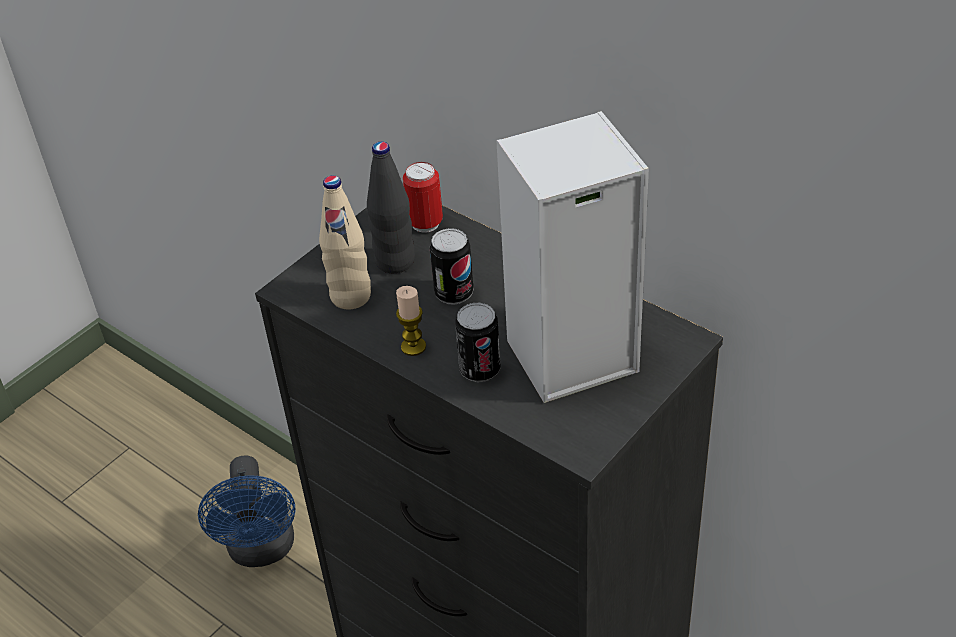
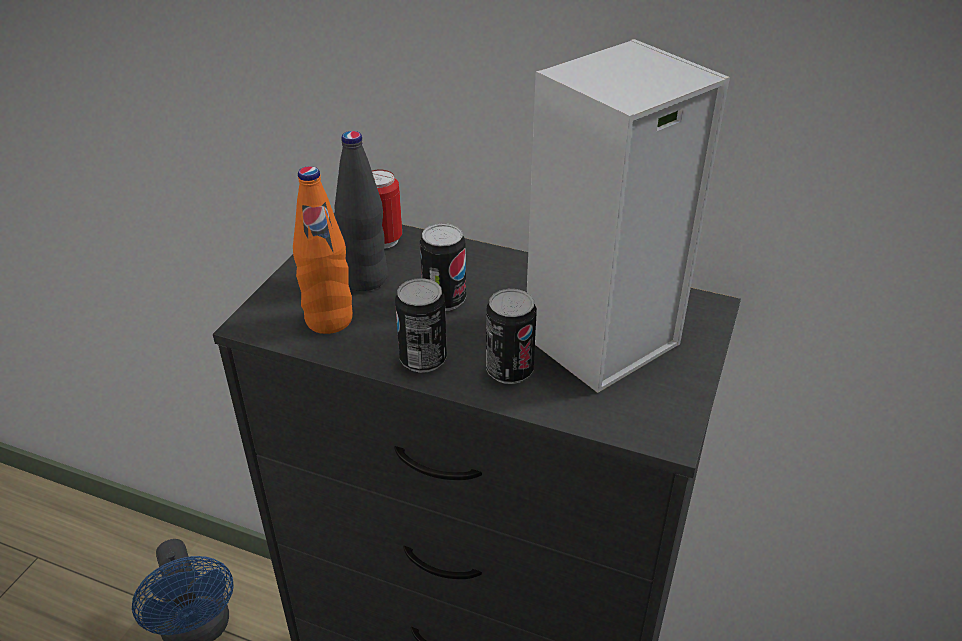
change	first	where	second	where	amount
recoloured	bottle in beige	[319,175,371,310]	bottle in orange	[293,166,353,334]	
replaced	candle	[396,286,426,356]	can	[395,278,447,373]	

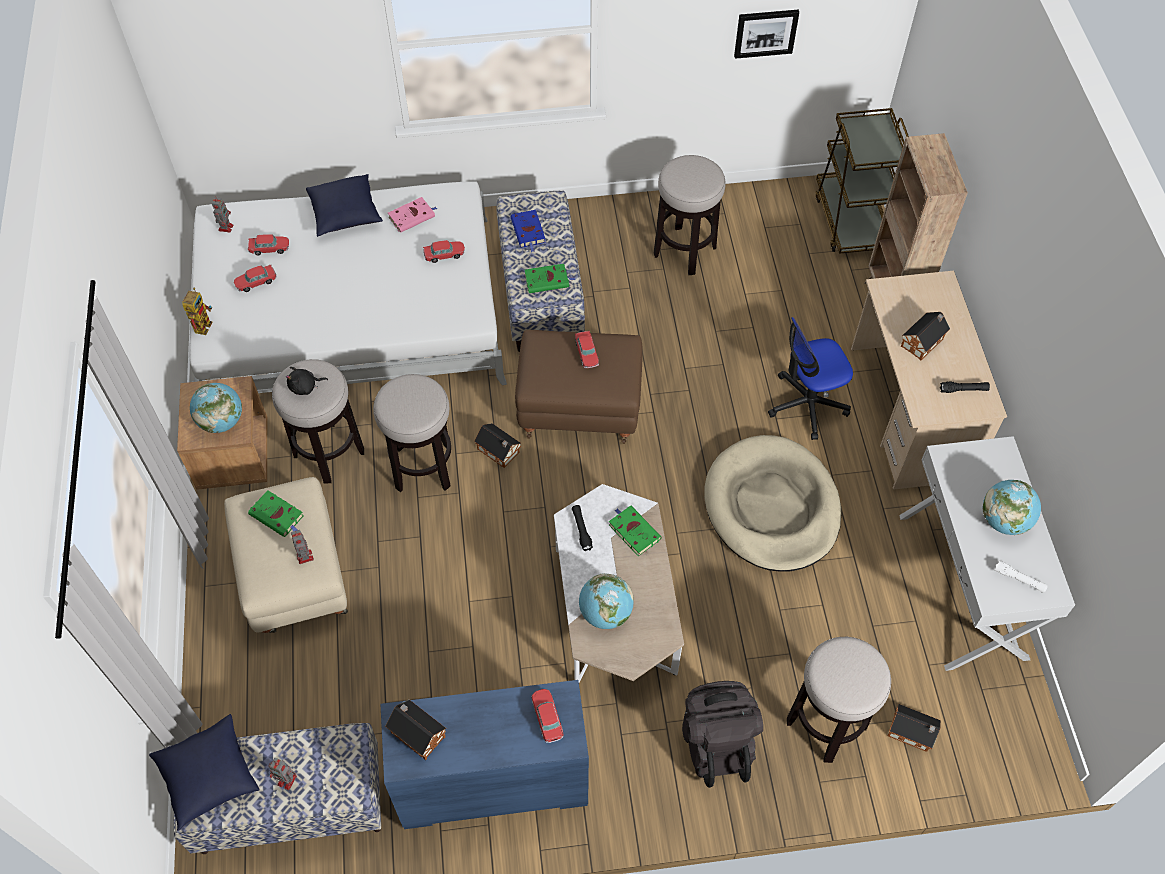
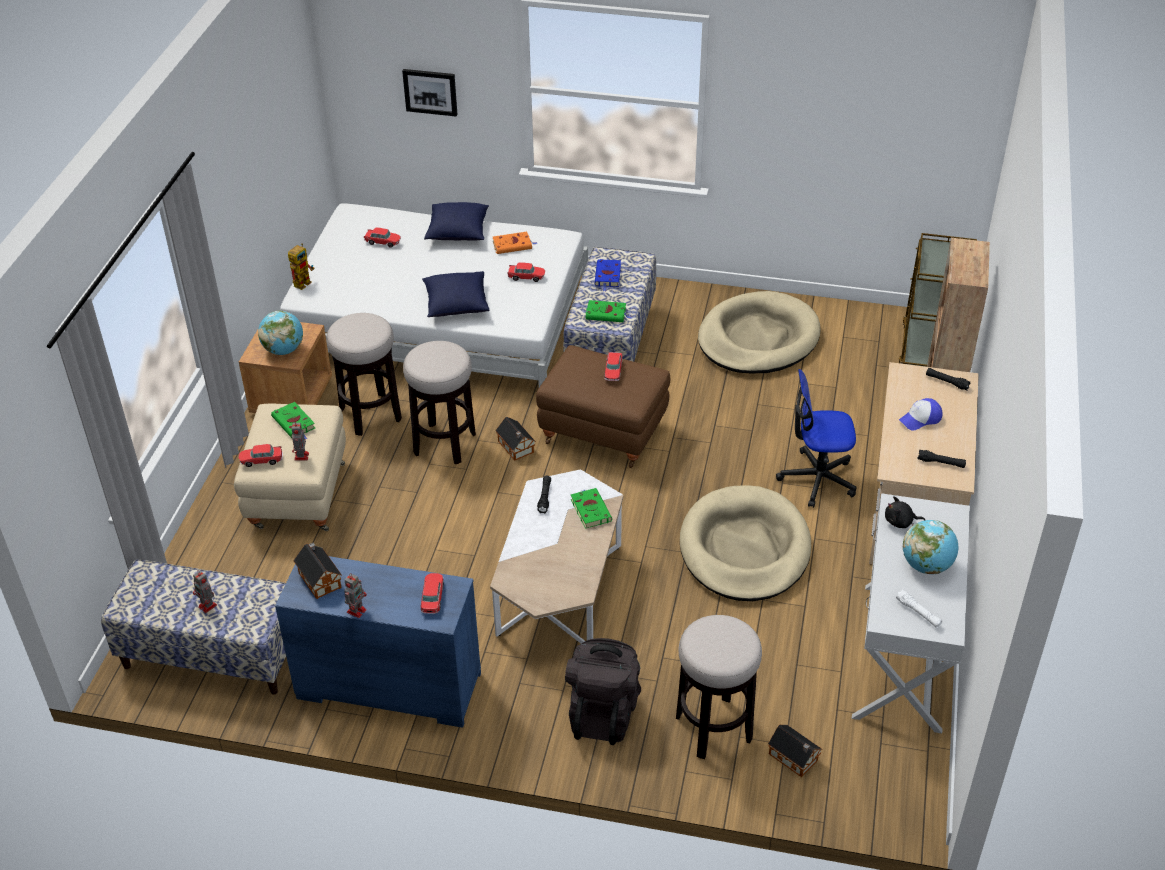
change	first	where	second	where	amount
moved	pillow in blue	[149,714,259,831]		[422,271,490,317]	
moved	toy robot	[212,197,233,233]		[344,573,367,618]	
moved	toy car	[234,265,277,292]		[239,444,283,467]	
moved	plush toy in black	[286,367,328,395]		[885,496,925,528]	
recoloured	book in pink	[388,197,438,233]	book in orange	[493,232,537,254]	
removed	globe	[579,573,634,629]			
replaced	stool	[654,155,725,275]	dog bed in beige	[698,291,821,373]	
moved	picture	[734,10,799,59]		[402,69,458,117]	
replaced	toy house	[901,312,950,360]	cap	[899,398,943,431]	
added			flashlight in black	[926,368,971,390]	

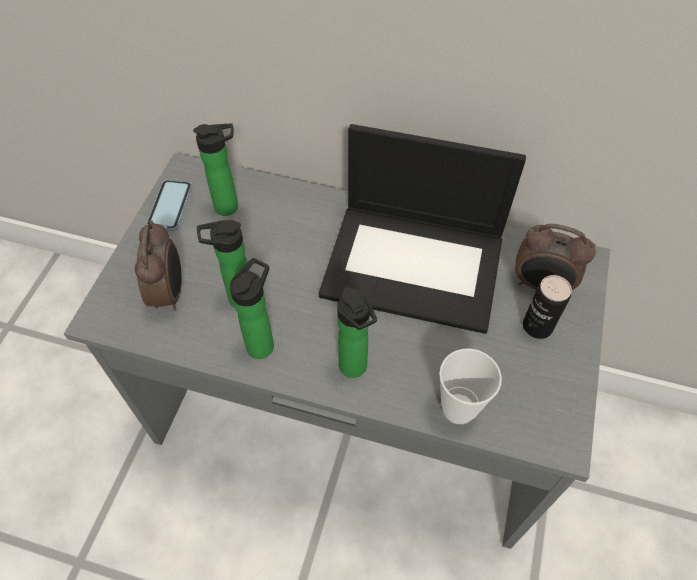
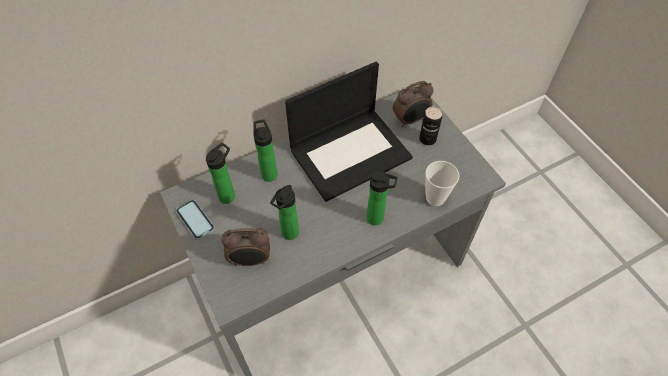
change	first	where	second	where	amount
turned	alarm clock	[135,220,181,310]		[222,228,270,266]	135 degrees clockwise
moved	bottle	[230,258,274,359]		[253,120,277,182]	

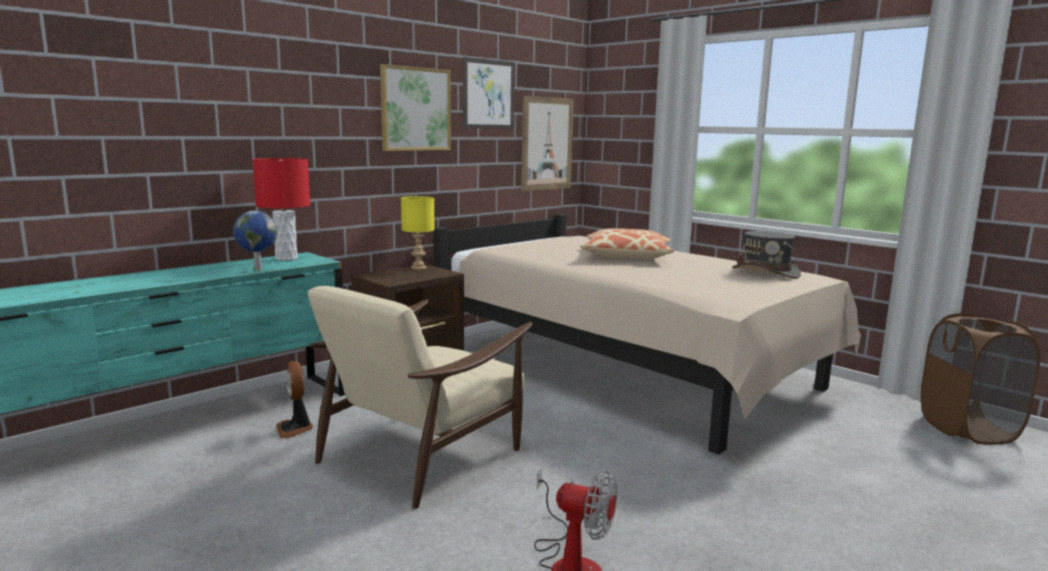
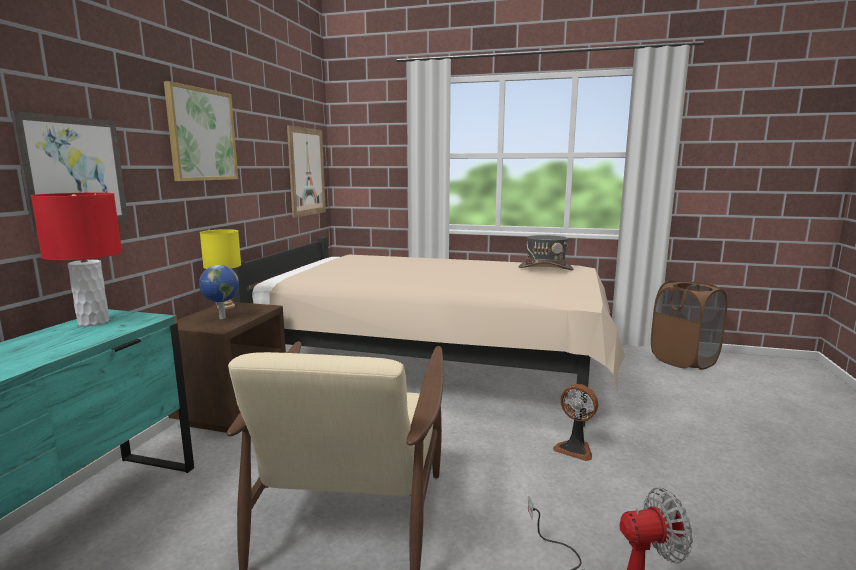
change	first	where	second	where	amount
moved	globe	[233,211,277,271]		[199,265,239,319]	
moved	fan	[276,361,313,438]		[553,384,598,461]	
moved	picture	[463,57,515,129]		[11,111,128,231]	
removed	pillow	[580,228,674,259]			

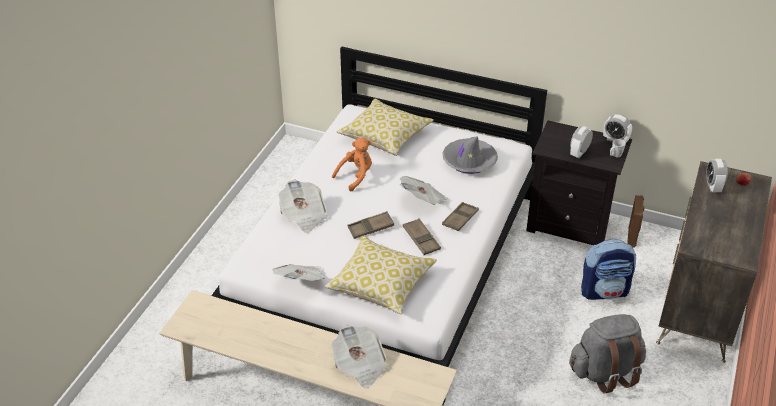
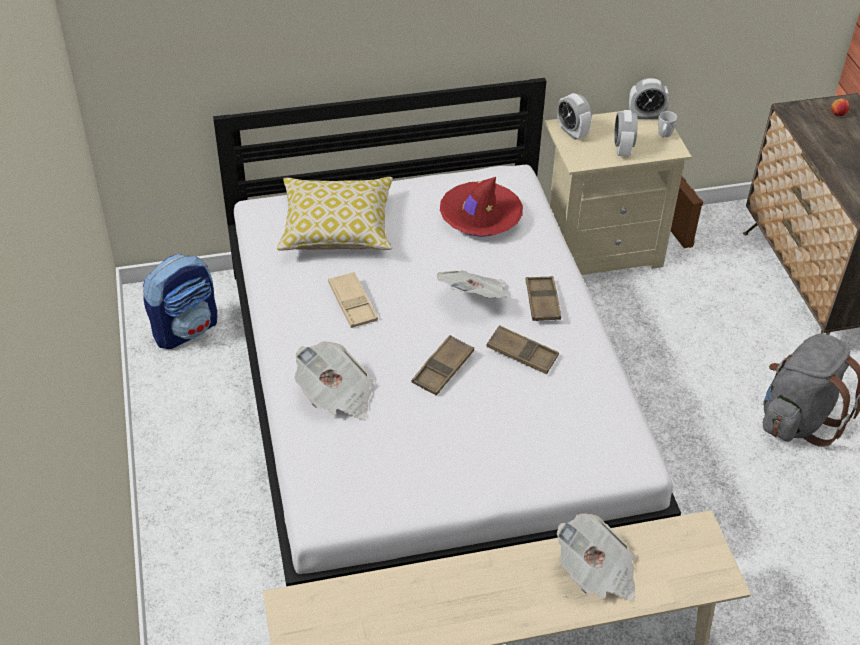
change	first	where	second	where	amount
removed	newspaper	[272,264,325,281]			
removed	pillow	[324,236,437,314]			
replaced	plush toy in orange	[332,137,372,192]	tray in beige	[328,272,378,328]	
recoloured	hat in grey	[442,136,498,174]	hat in red	[440,177,523,237]	
recoloured	nightstand in black	[526,121,632,245]	nightstand in beige	[545,111,692,275]	
moved	backpack	[581,239,636,300]		[143,254,217,349]	
moved	alarm clock	[706,159,728,192]		[557,93,592,140]	

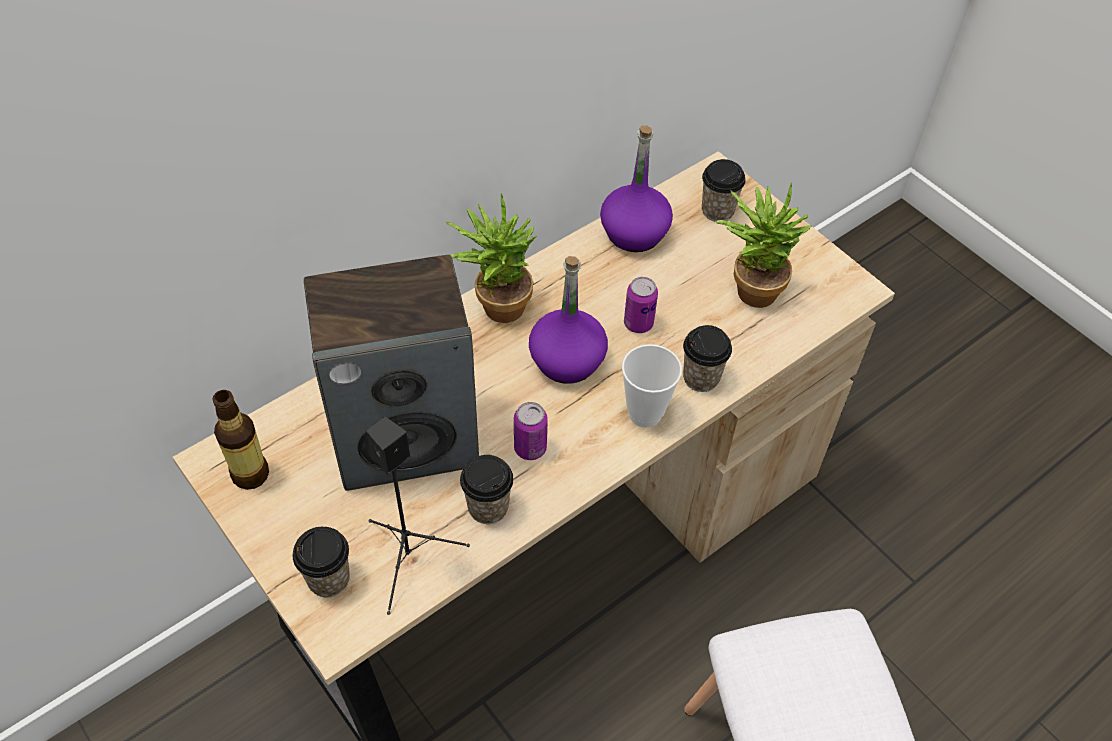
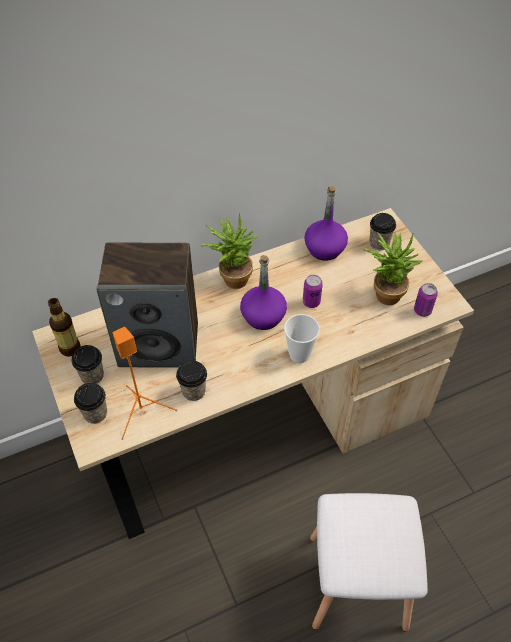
change	first	where	second	where	amount
recoloured	speaker in black	[366,416,470,615]	speaker in orange	[113,327,178,440]	
moved	can	[514,402,548,460]		[414,283,438,317]	
moved	cup	[683,325,732,392]		[71,345,104,384]	

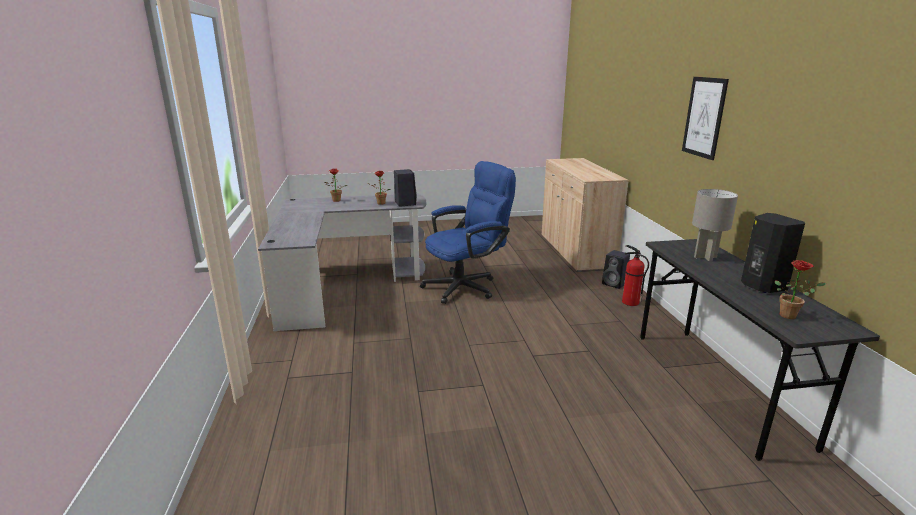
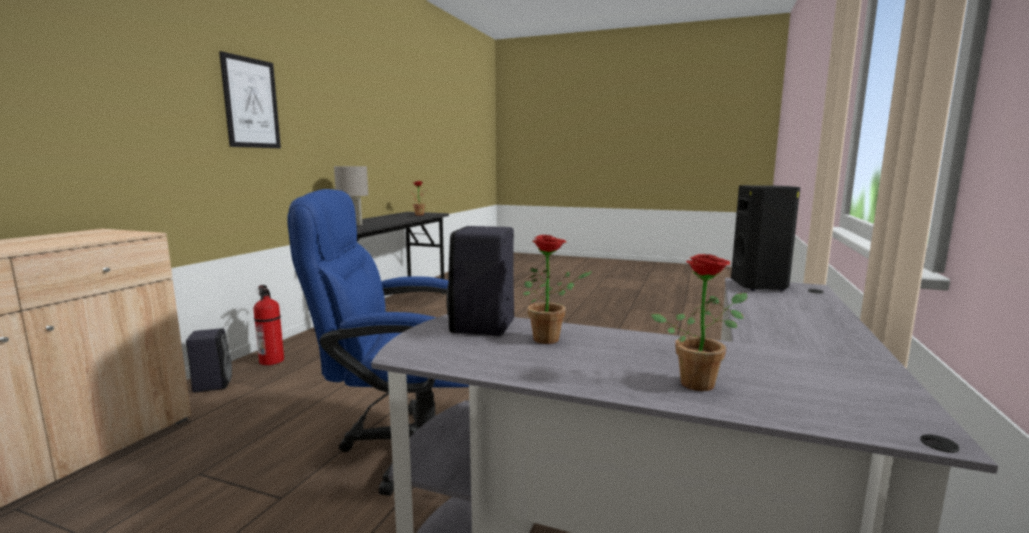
change	first	where	second	where	amount
moved	speaker in black	[741,213,805,293]		[731,185,800,291]	

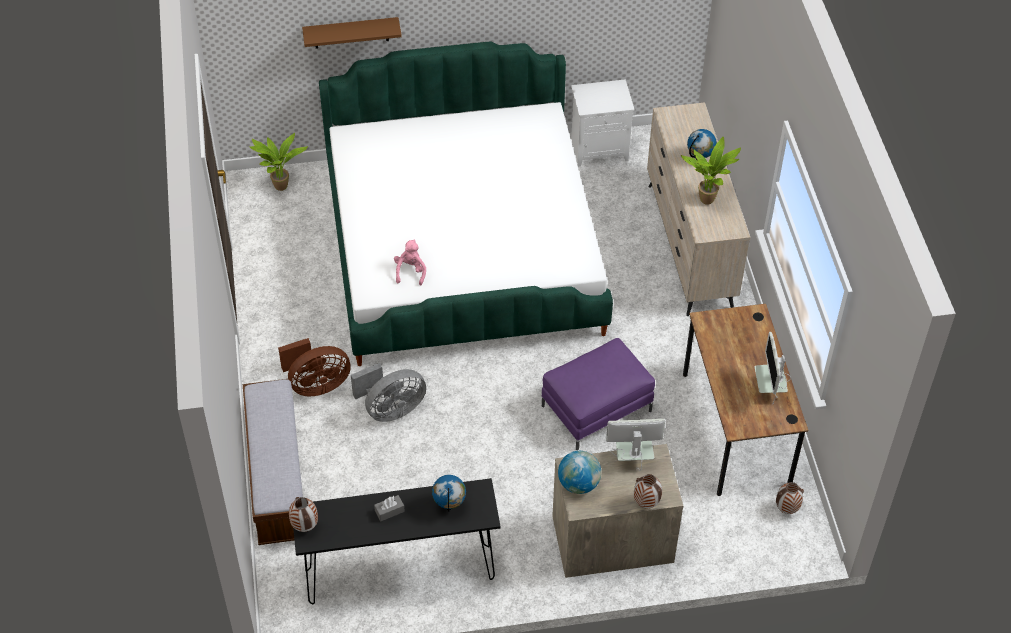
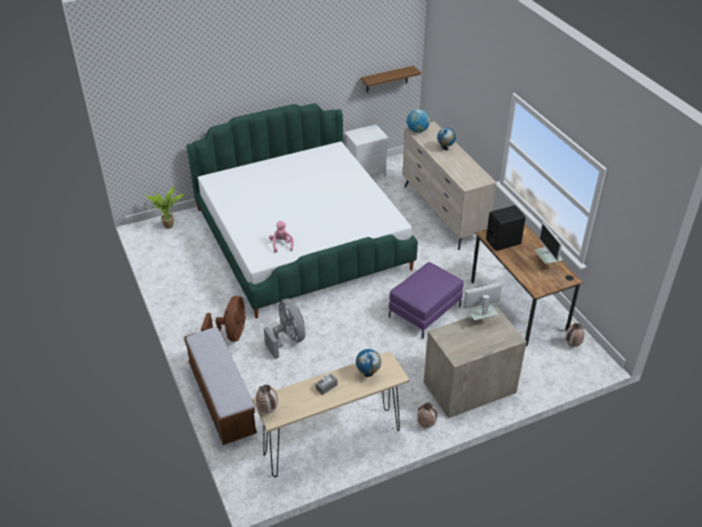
change	first	where	second	where	amount
turned	fan in brown	[278,338,351,396]		[201,296,246,341]	45 degrees counterclockwise
recoloured	console table in black	[293,478,501,604]	console table in beige	[252,351,410,477]	
moved	shelf in brown	[302,17,402,49]		[361,66,421,92]	
turned	fan in grey	[351,363,426,422]		[264,299,305,359]	75 degrees counterclockwise
moved	globe	[558,451,601,494]		[407,109,430,133]	
moved	vase	[634,474,662,509]		[417,403,437,428]	
removed	potted plant	[681,137,741,205]			
added			speaker in black	[486,205,526,251]	

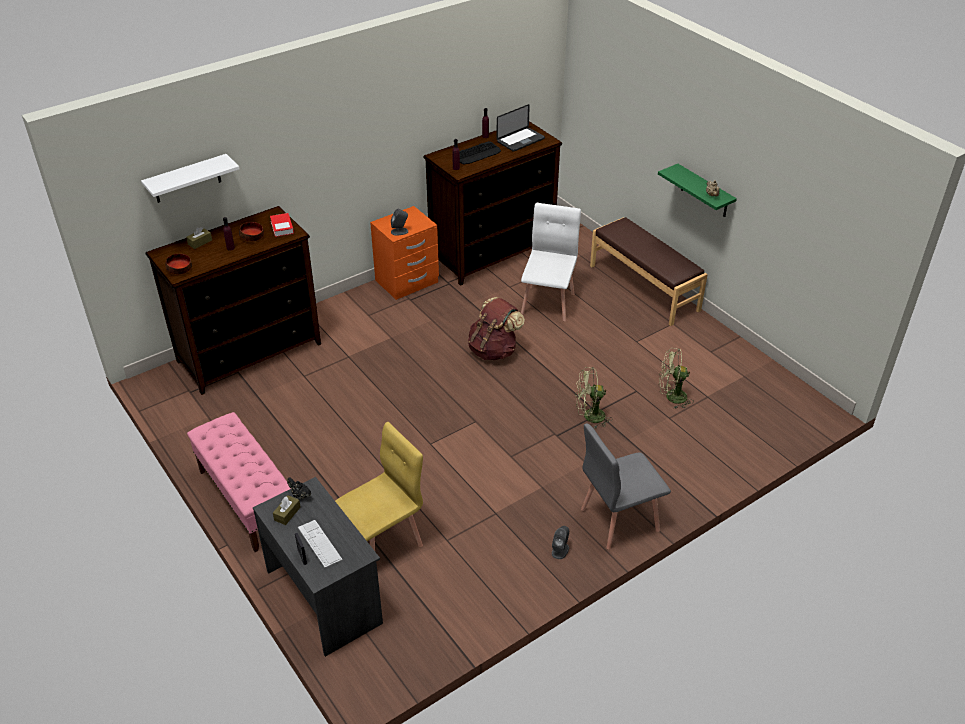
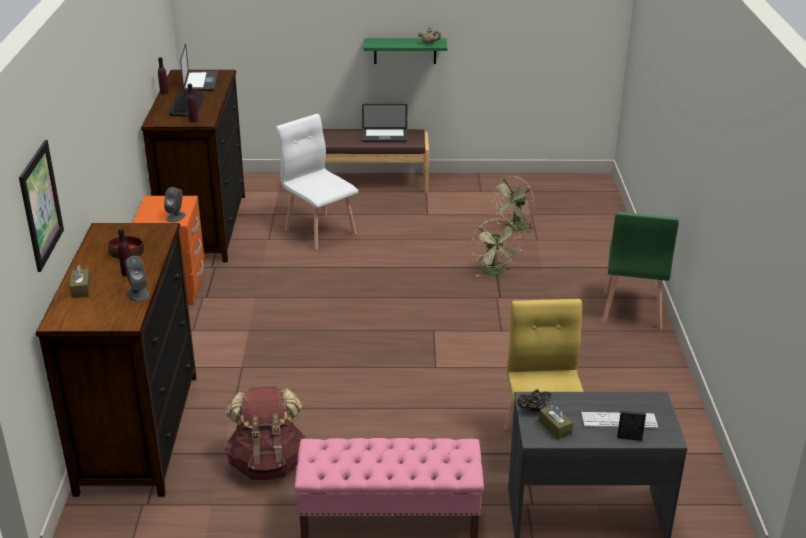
change	first	where	second	where	amount
replaced	shelf in white	[141,154,240,203]	picture	[19,140,64,272]	
removed	bowl	[166,254,192,275]			
removed	book	[270,213,294,237]			
moved	backpack in brown	[468,297,525,360]		[225,387,305,480]	
moved	speaker in grey	[552,526,569,559]		[125,256,150,302]	
turned	fan in green	[575,367,613,428]		[471,219,522,277]	45 degrees counterclockwise
recoloured	chair in grey	[581,424,671,550]	chair in green	[602,212,679,329]	
added			laptop	[362,104,407,142]	

